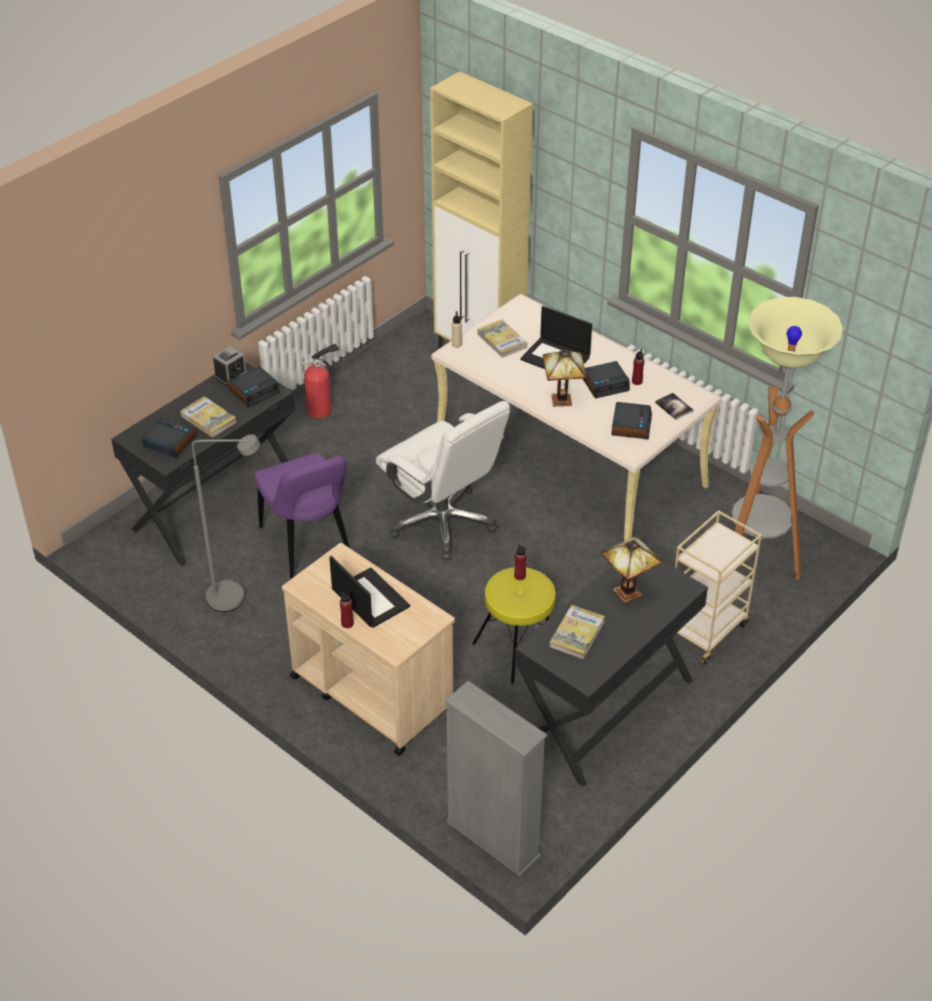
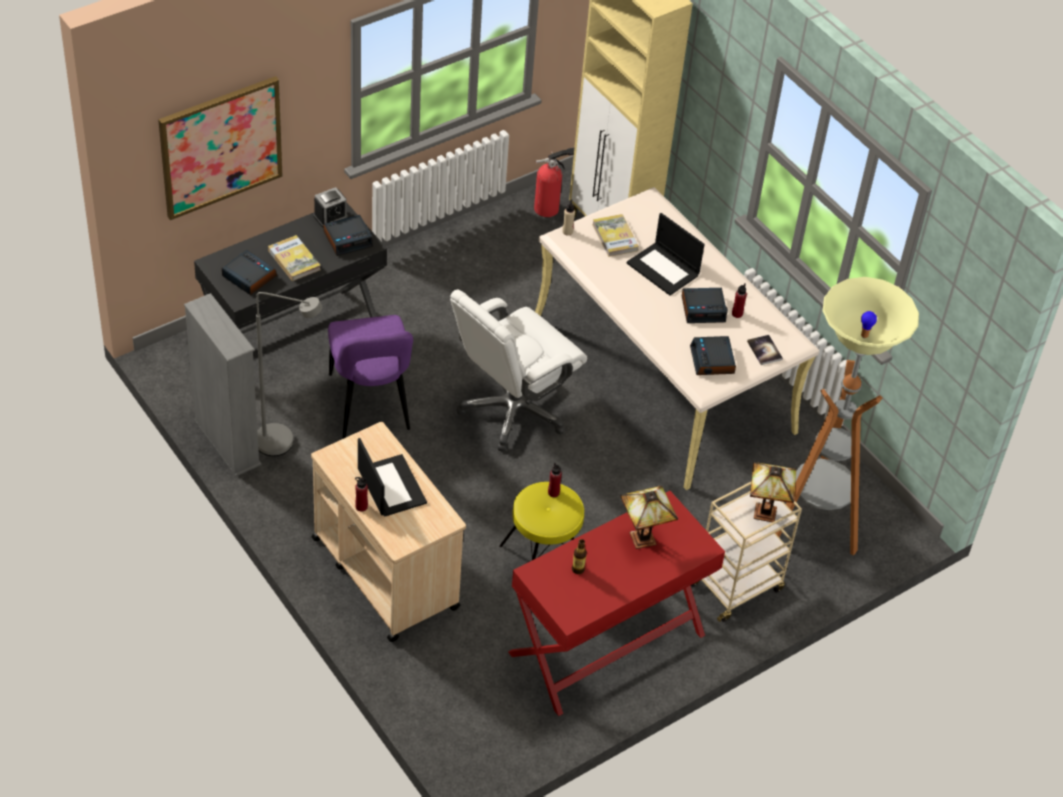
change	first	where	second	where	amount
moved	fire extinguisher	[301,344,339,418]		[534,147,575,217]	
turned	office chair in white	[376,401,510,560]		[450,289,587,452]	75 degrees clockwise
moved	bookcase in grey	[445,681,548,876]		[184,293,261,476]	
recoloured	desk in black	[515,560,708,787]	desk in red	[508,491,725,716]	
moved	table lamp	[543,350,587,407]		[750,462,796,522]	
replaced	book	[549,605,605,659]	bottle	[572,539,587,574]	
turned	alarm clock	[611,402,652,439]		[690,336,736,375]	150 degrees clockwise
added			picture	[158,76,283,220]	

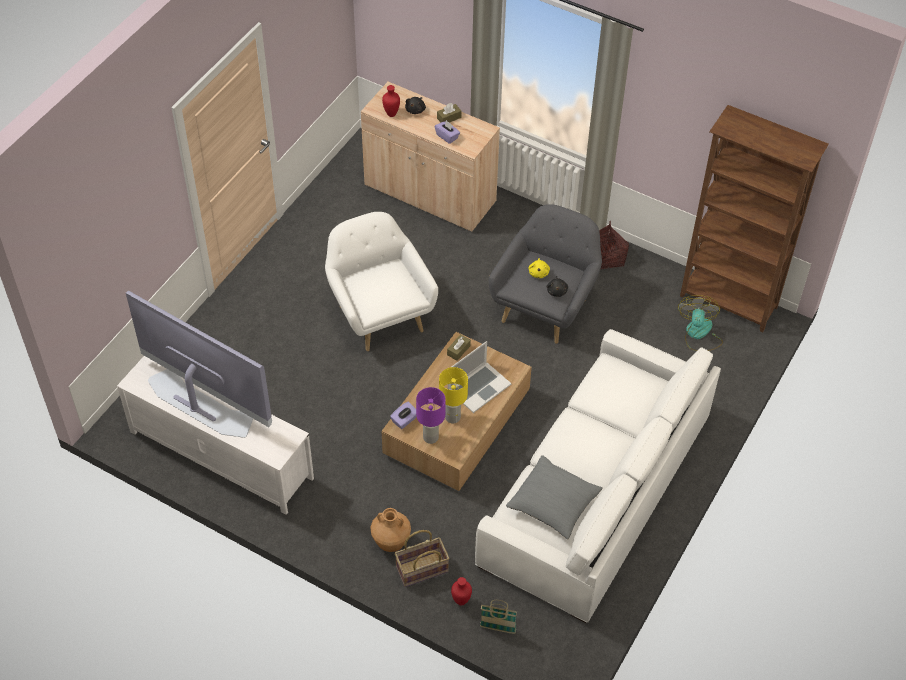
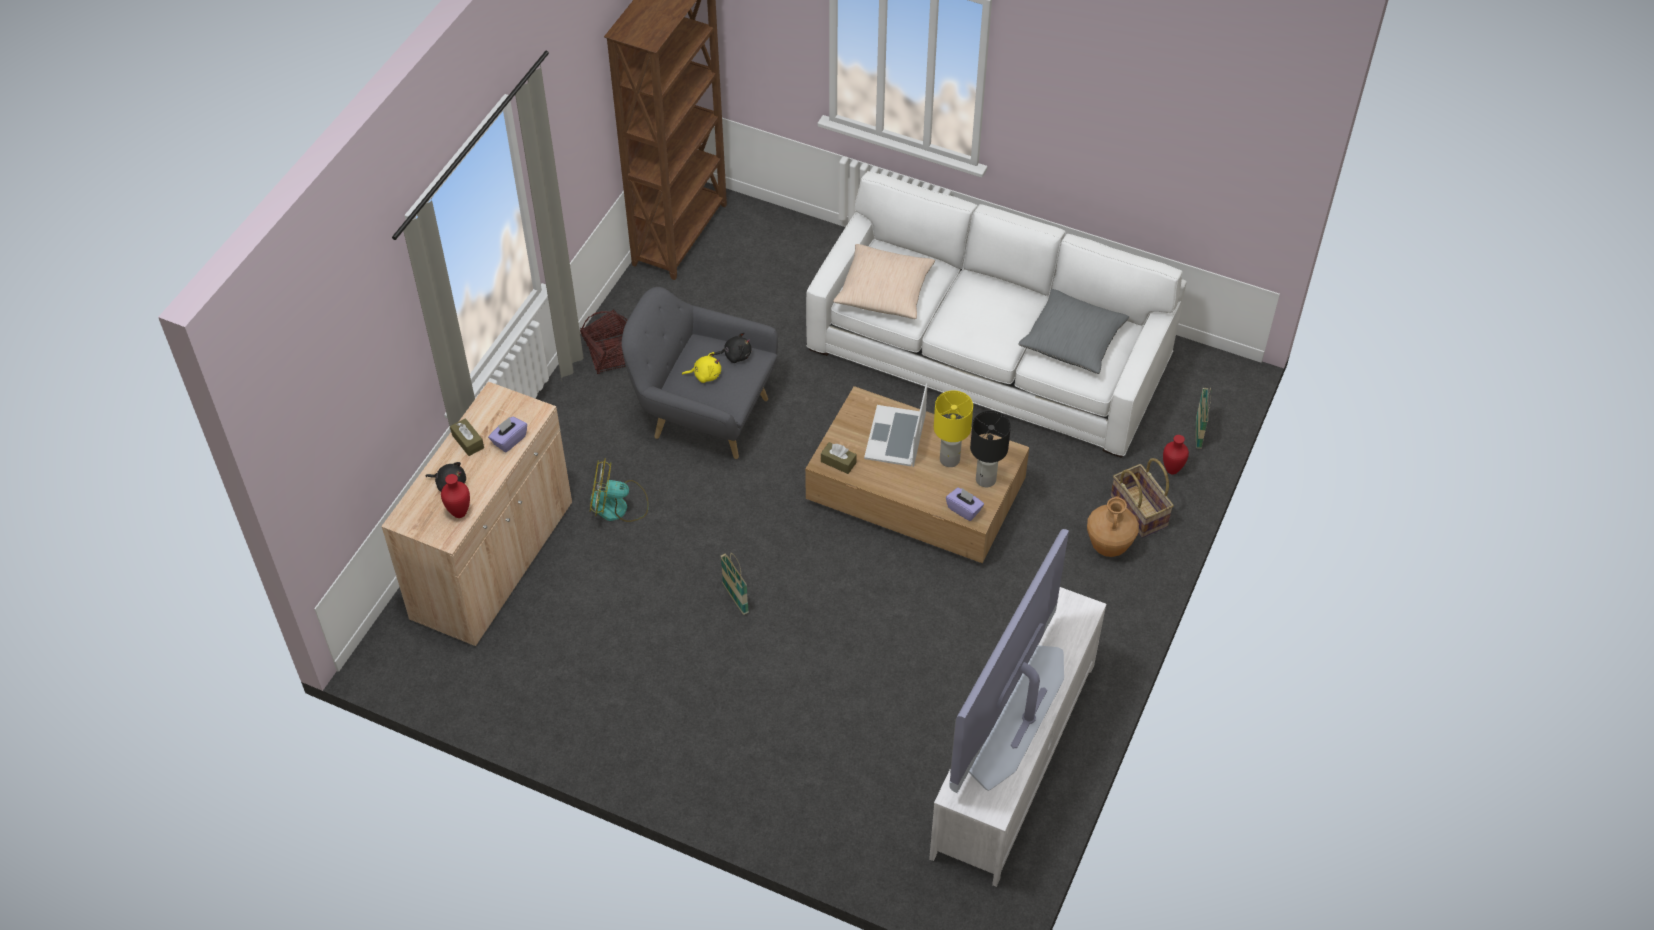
change	first	where	second	where	amount
replaced	armchair in white	[325,212,438,351]	basket	[721,553,749,615]	
recoloured	table lamp in purple	[416,387,446,444]	table lamp in black	[970,410,1011,487]	
turned	laptop	[448,341,511,413]		[864,384,927,467]	120 degrees counterclockwise
moved	fan	[678,295,723,351]		[590,458,649,522]	
added			pillow in beige	[833,244,935,319]	

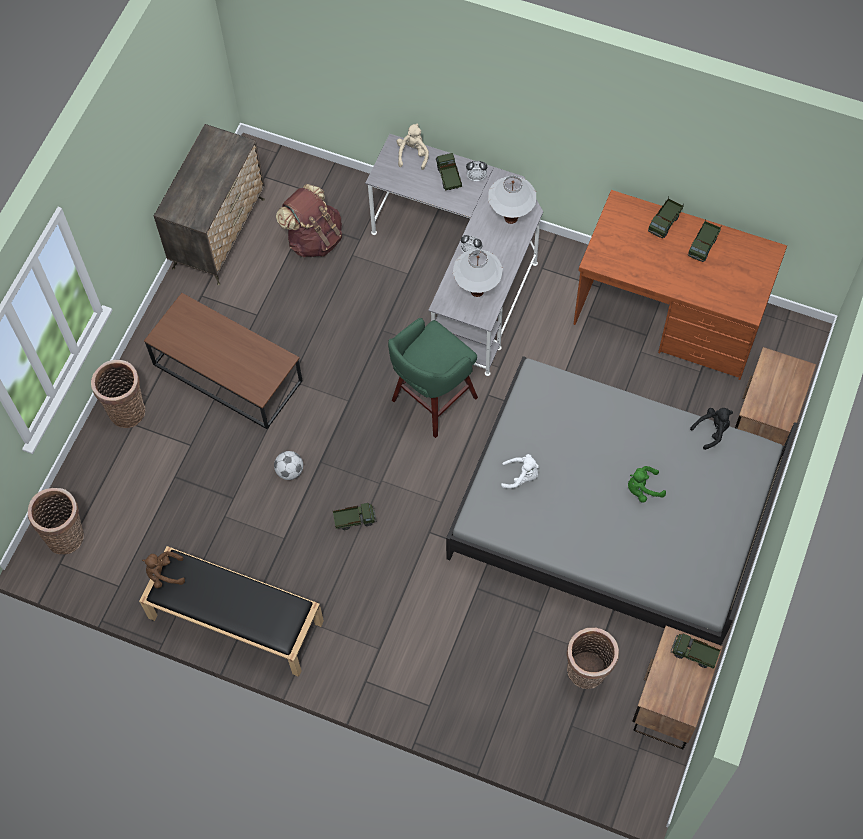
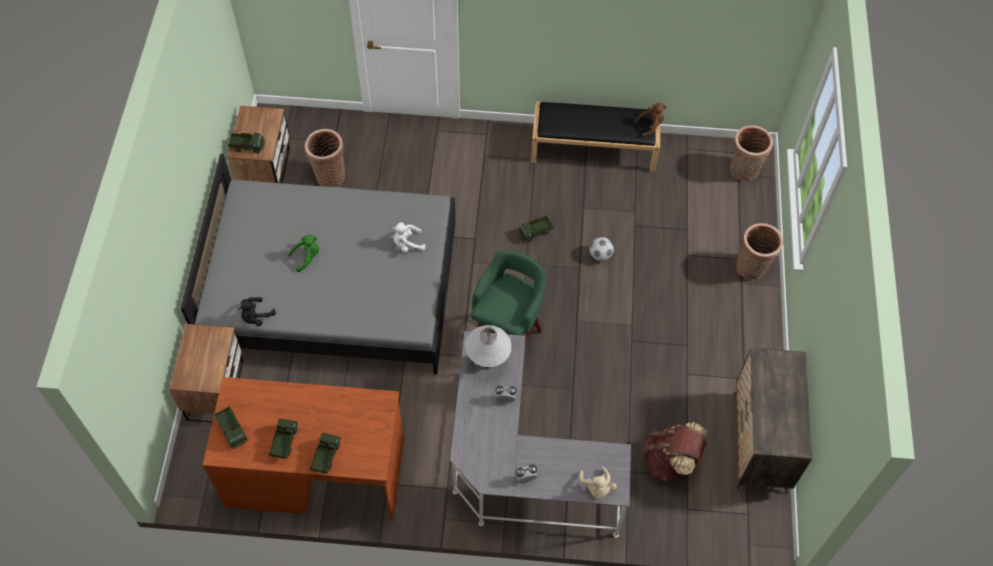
change	first	where	second	where	amount
removed	coffee table in brown	[144,293,303,429]			
moved	toy truck	[436,153,462,191]		[214,405,248,449]	
removed	table lamp in white	[488,175,536,224]			

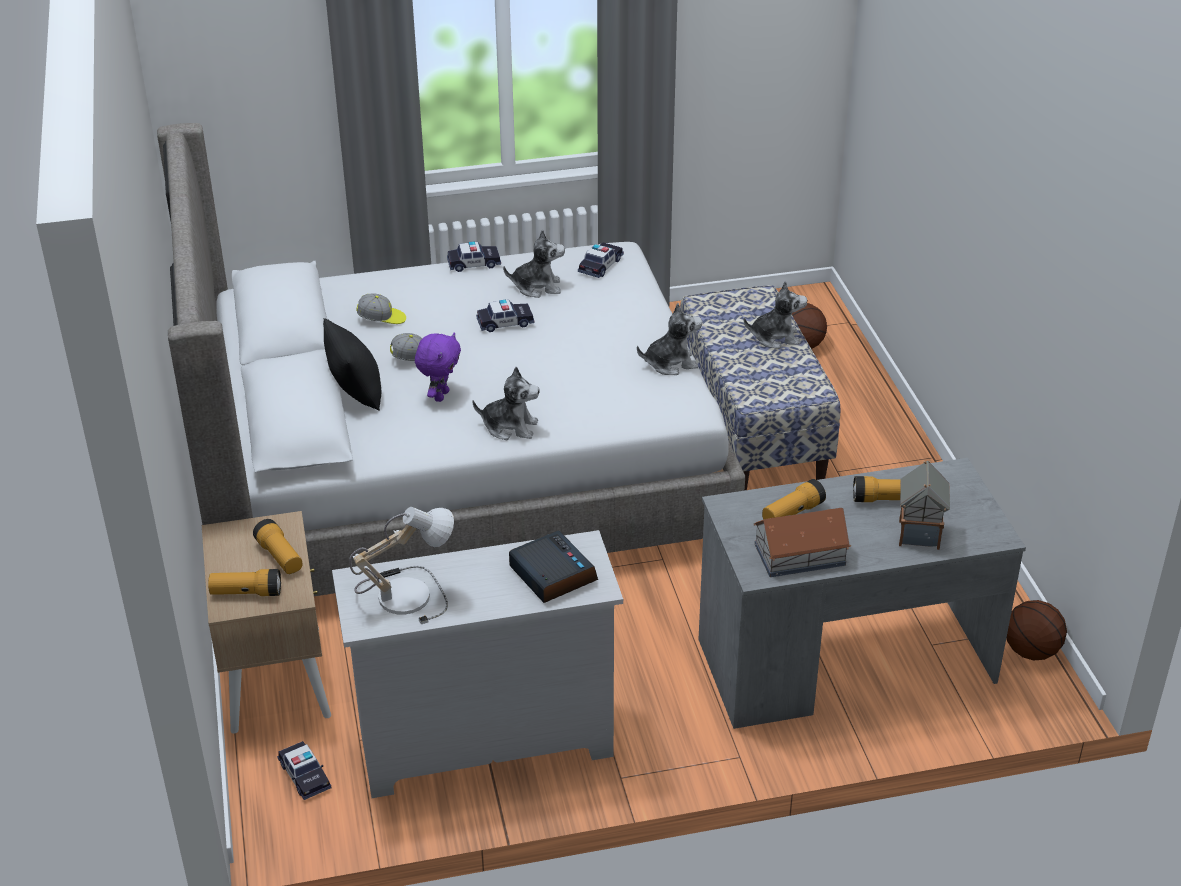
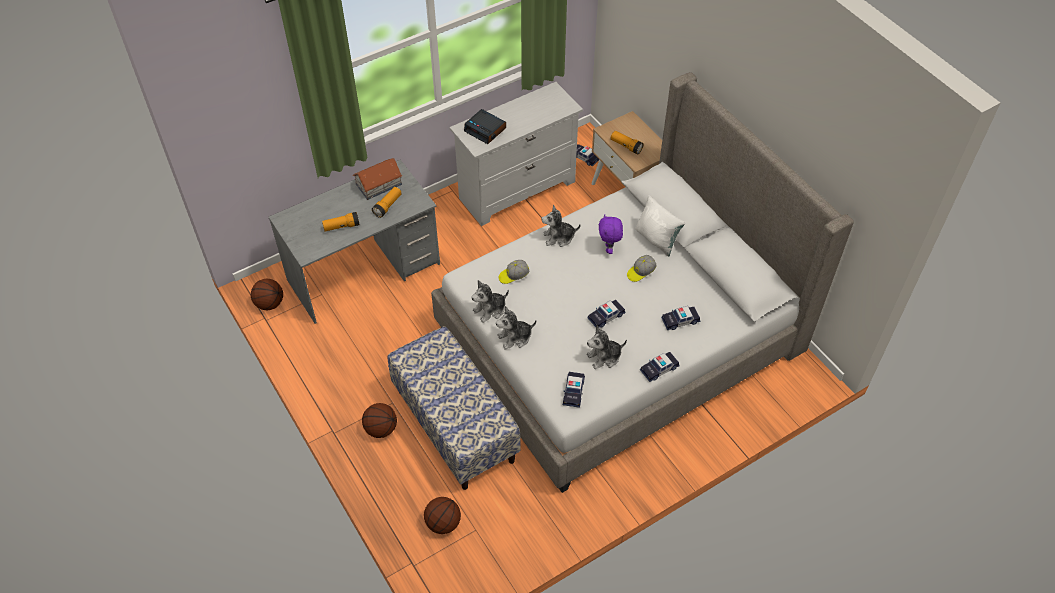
change	first	where	second	where	amount
removed	flashlight	[208,569,281,596]			
recoloured	pillow in black	[323,318,381,411]	pillow in white	[635,195,686,256]	
removed	table lamp	[349,507,454,624]			
moved	cap	[356,293,406,324]		[499,260,529,284]	
moved	plush toy	[743,281,807,349]		[496,306,536,350]	
removed	toy house	[899,461,950,550]			
added			basketball	[362,403,397,438]	
added			toy car	[661,306,700,330]	

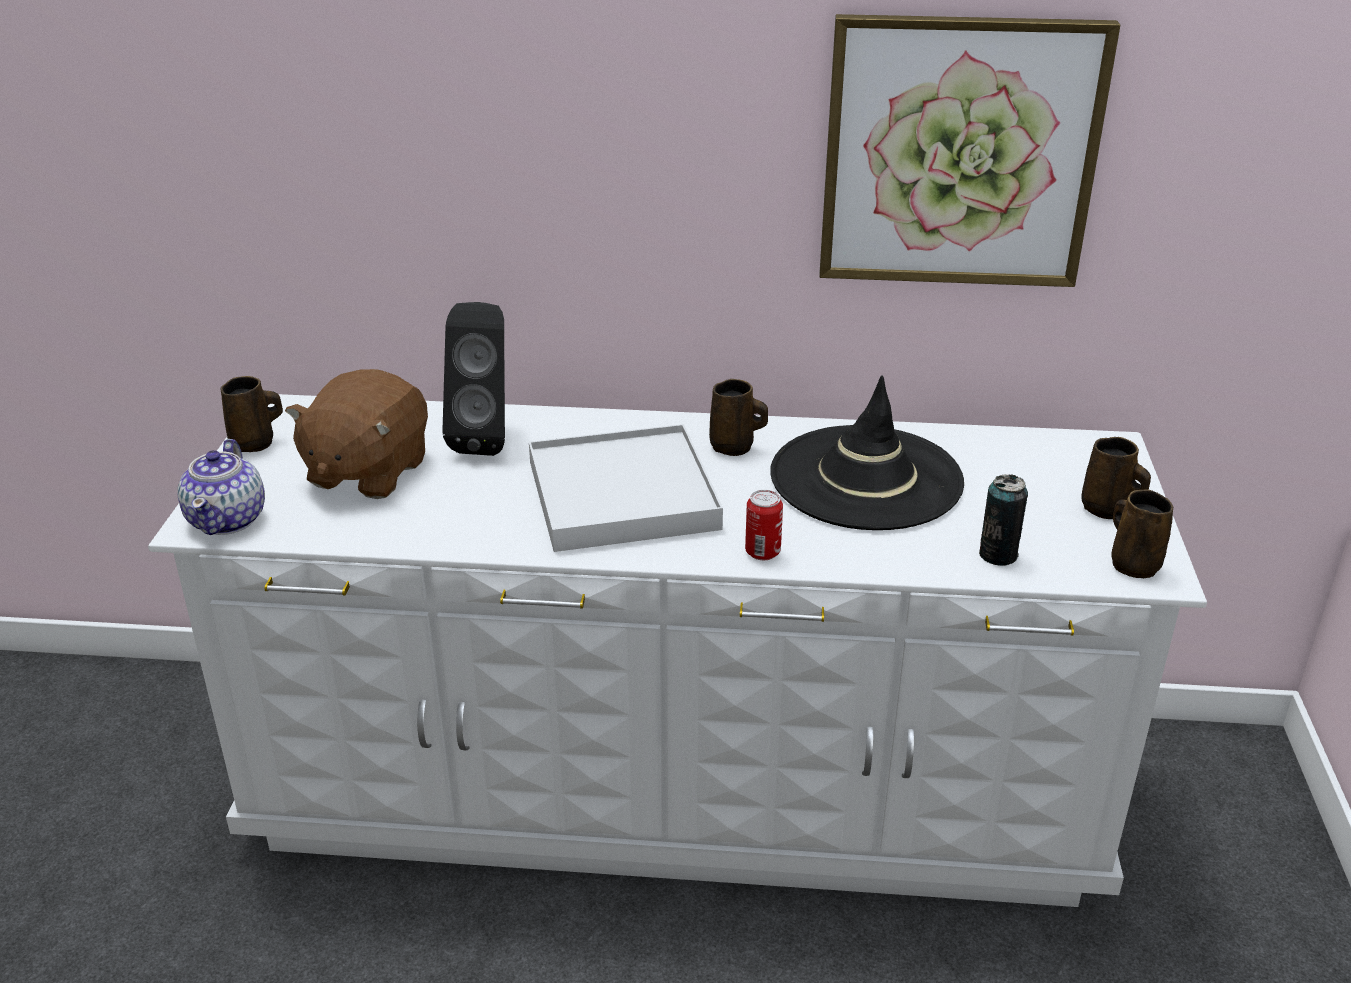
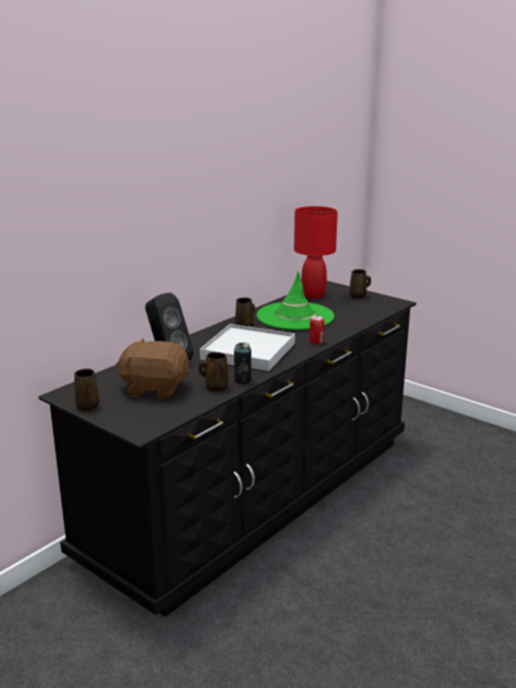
change	first	where	second	where	amount
recoloured	dresser in white	[148,394,1207,907]	dresser in black	[38,281,416,617]	
removed	teapot	[177,439,265,535]			
turned	plush toy in brown	[285,369,428,499]		[115,338,189,400]	135 degrees clockwise
recoloured	hat in black	[770,375,964,530]	hat in green	[257,271,334,330]	
removed	picture	[820,14,1120,287]			
moved	can	[979,474,1028,566]		[234,342,251,384]	
moved	mug in brown	[1111,490,1173,578]		[198,352,228,392]	
added			table lamp in red	[294,206,338,299]	

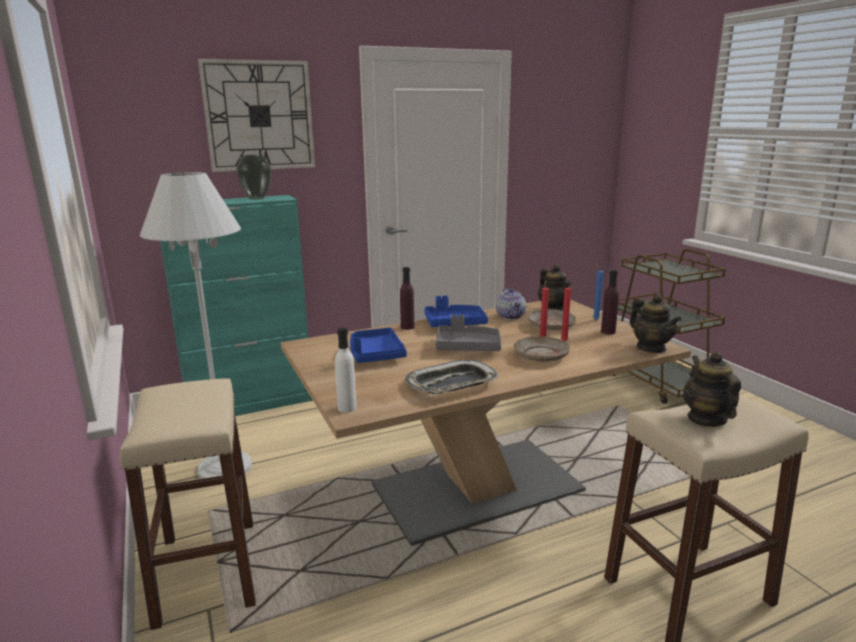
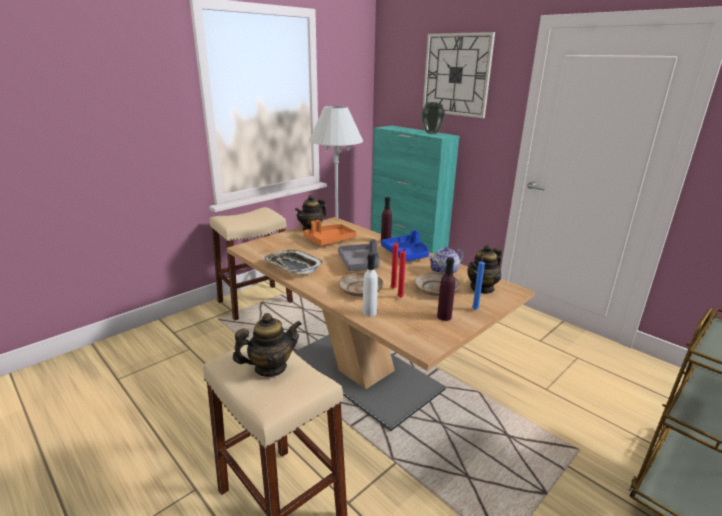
change	first	where	second	where	amount
moved	bottle in white	[335,327,357,412]		[363,254,378,316]	
recoloured	tray in blue	[350,328,407,363]	tray in orange	[304,220,357,246]	
moved	teapot	[630,294,682,353]		[295,195,327,230]	

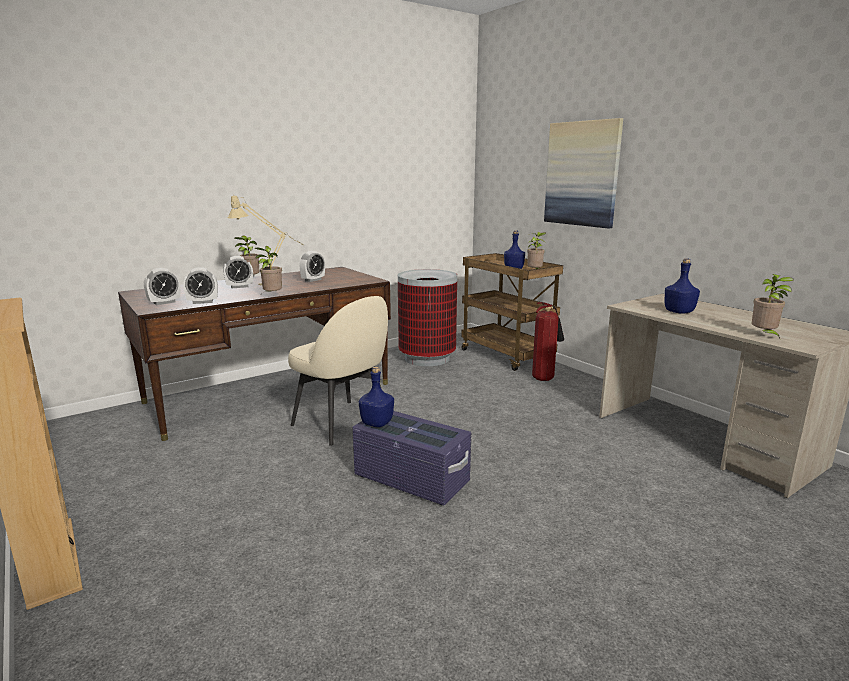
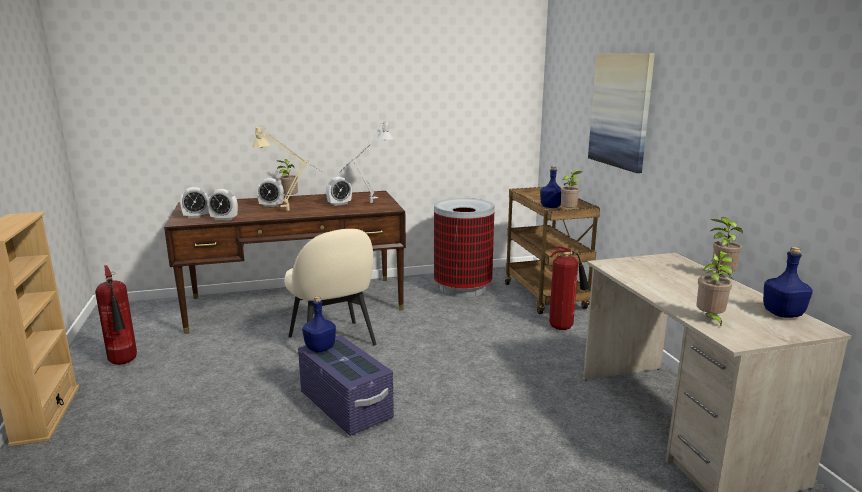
change	first	where	second	where	amount
moved	potted plant	[255,246,282,293]		[705,217,743,274]	
moved	bottle in blue	[665,258,700,314]		[763,247,813,318]	
added			fire extinguisher	[95,265,137,365]	
added			table lamp in grey	[339,122,393,203]	

